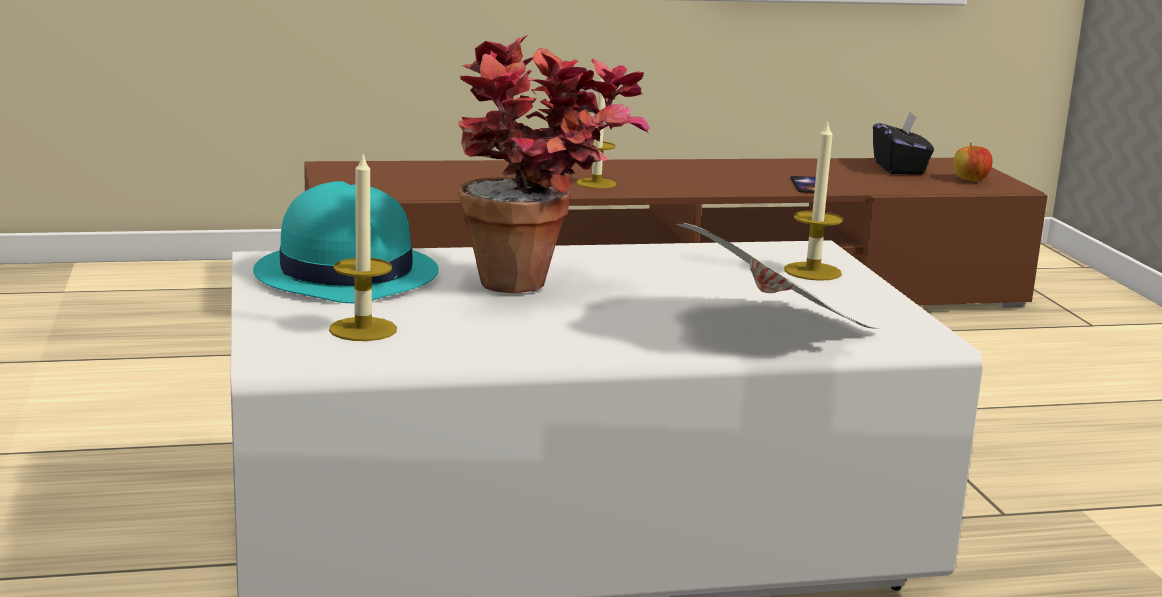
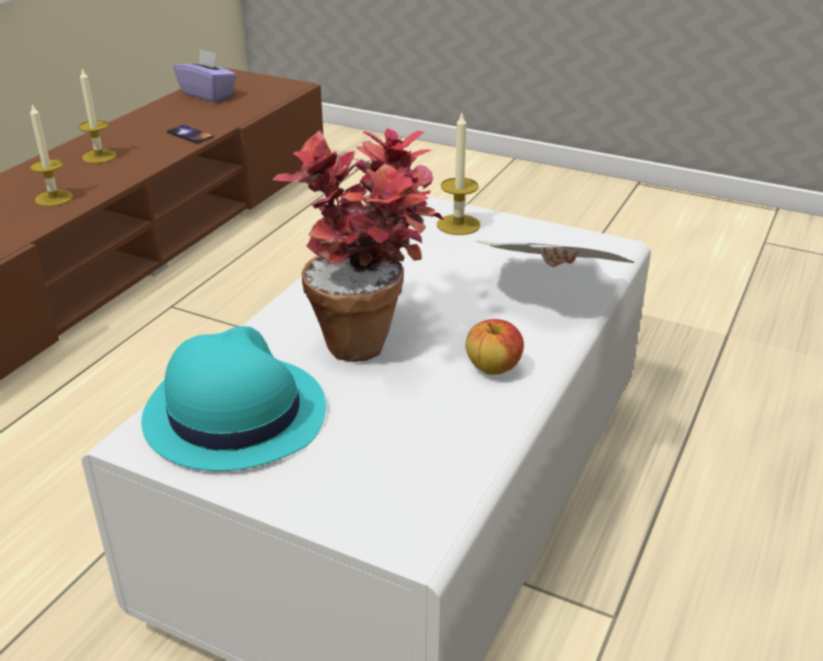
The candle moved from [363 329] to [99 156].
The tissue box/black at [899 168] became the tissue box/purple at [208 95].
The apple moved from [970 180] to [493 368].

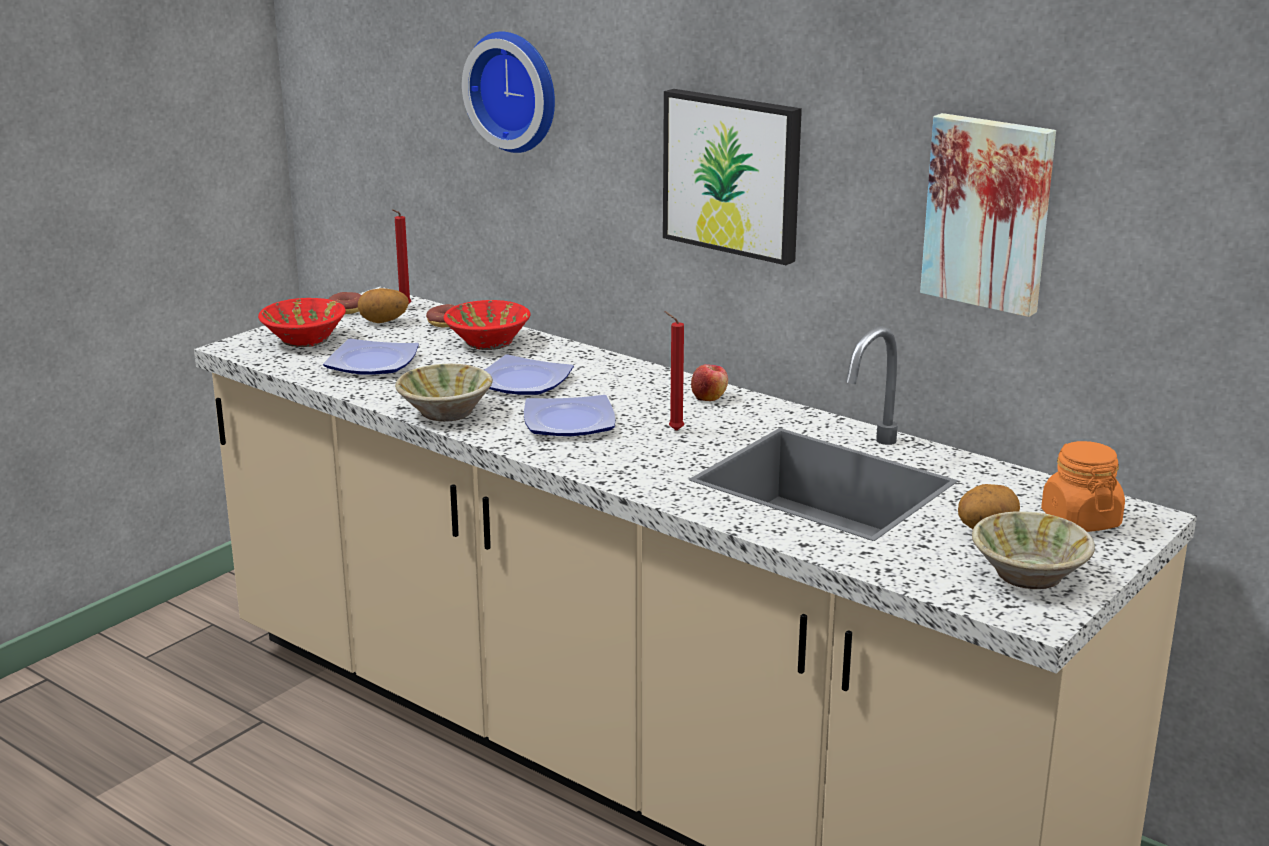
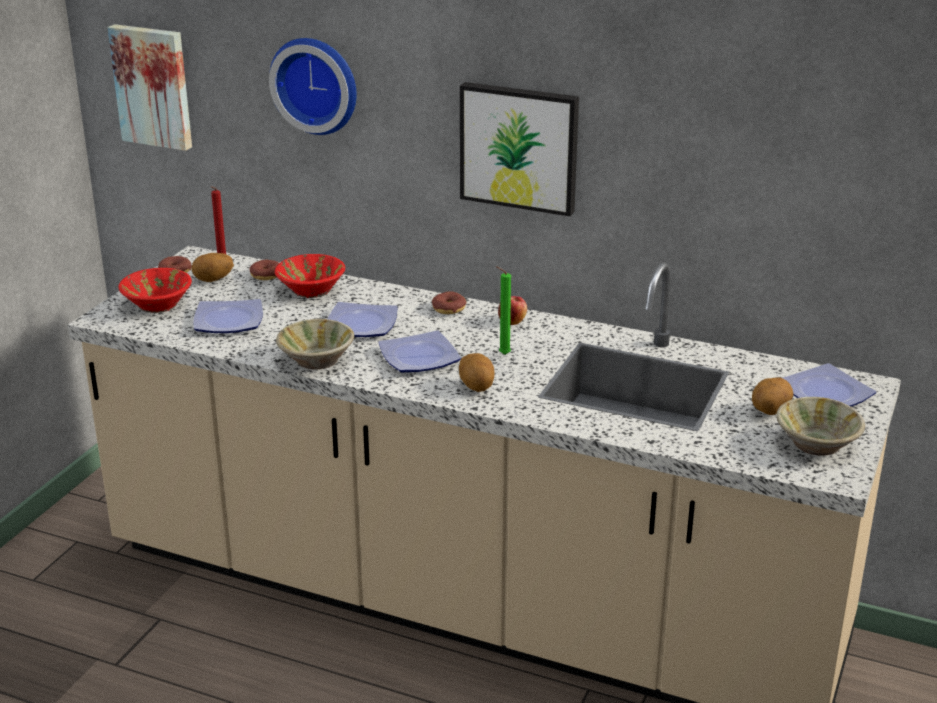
The candle/red at [673 430] became the candle/green at [502 354].
The picture moved from [989 212] to [153 86].
The jar/orange at [1080 520] was replaced by the plate at [828 394].
The donut at [449 308] appeared.
The potato at [477 387] appeared.

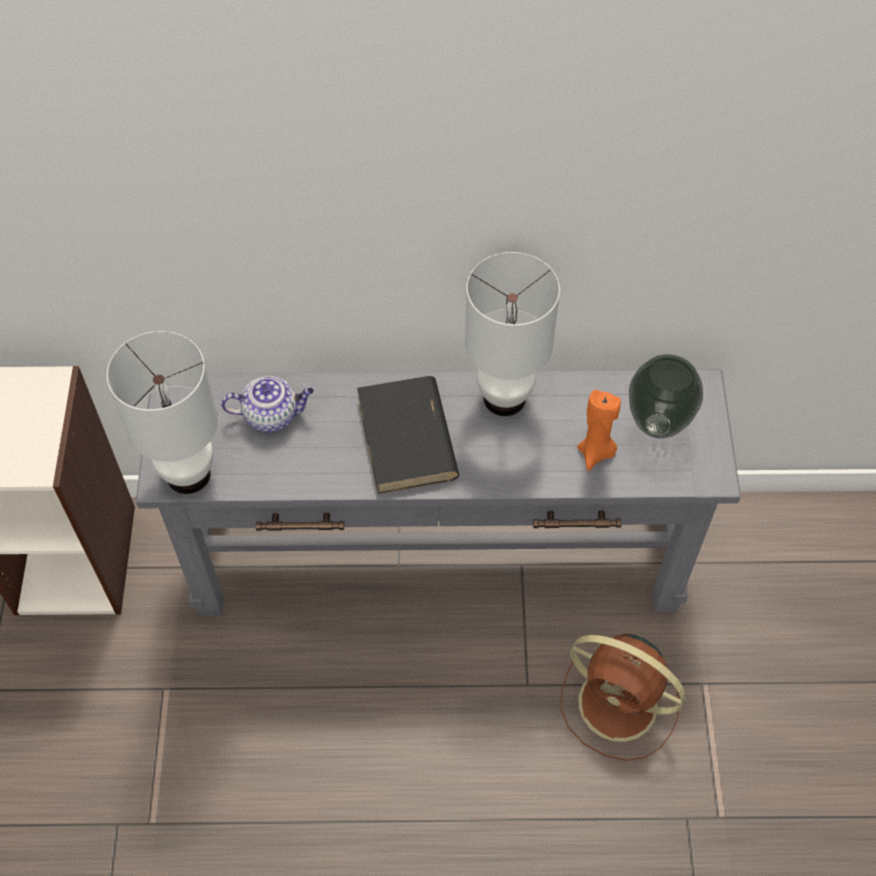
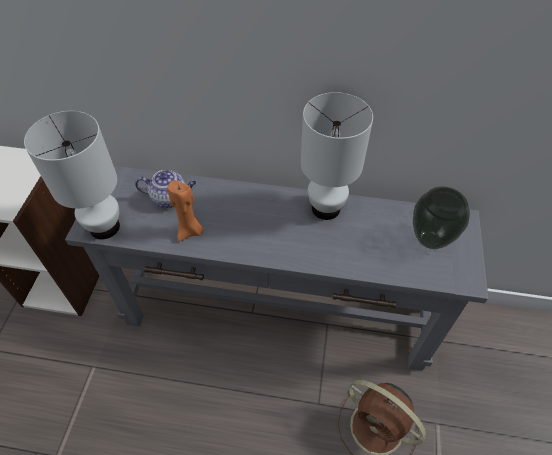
The book/black at [407 439] disappeared.
The candle/orange moved from [596 453] to [190 231].

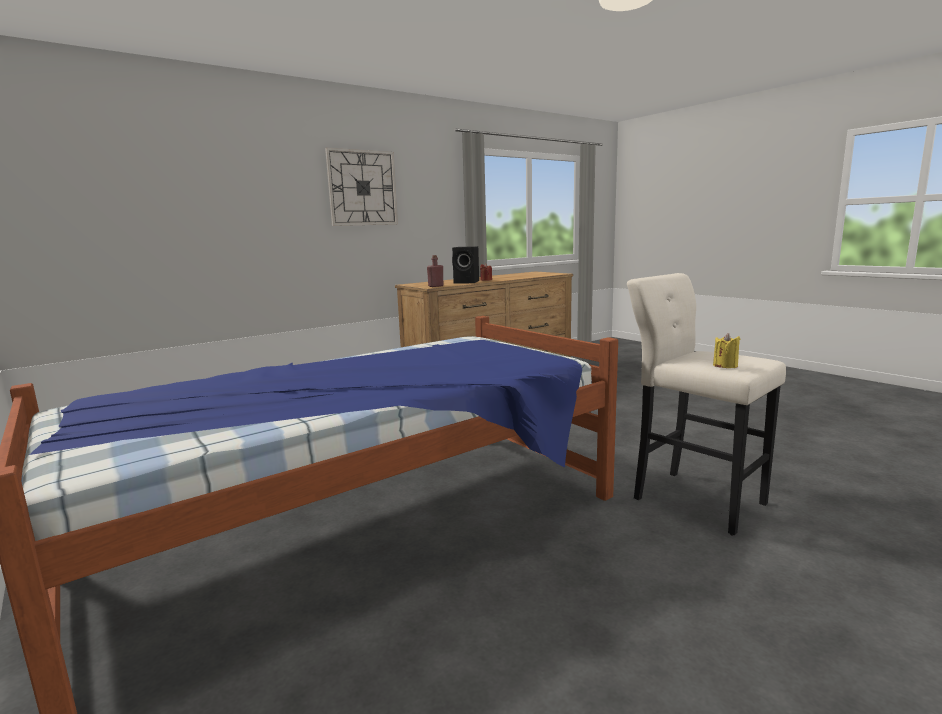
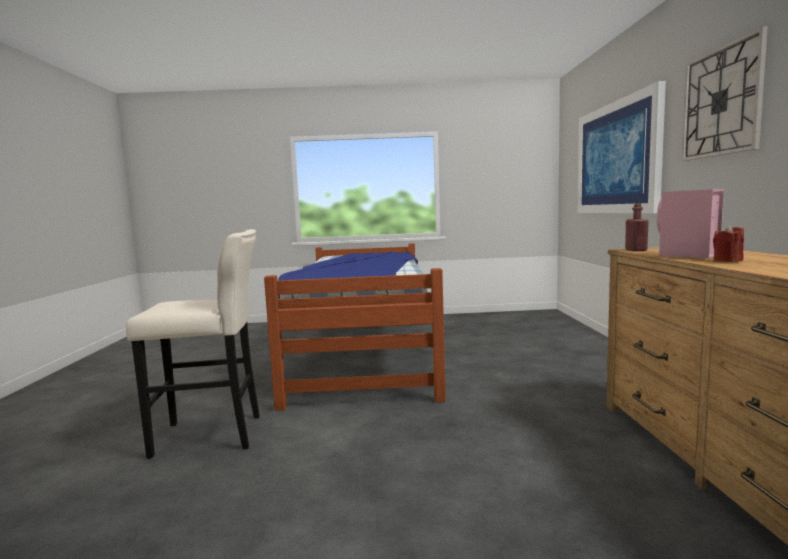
The speaker/black at [467 282] became the speaker/pink at [687 256].
The candle/yellow at [725 366] disappeared.
The picture at [616 158] appeared.

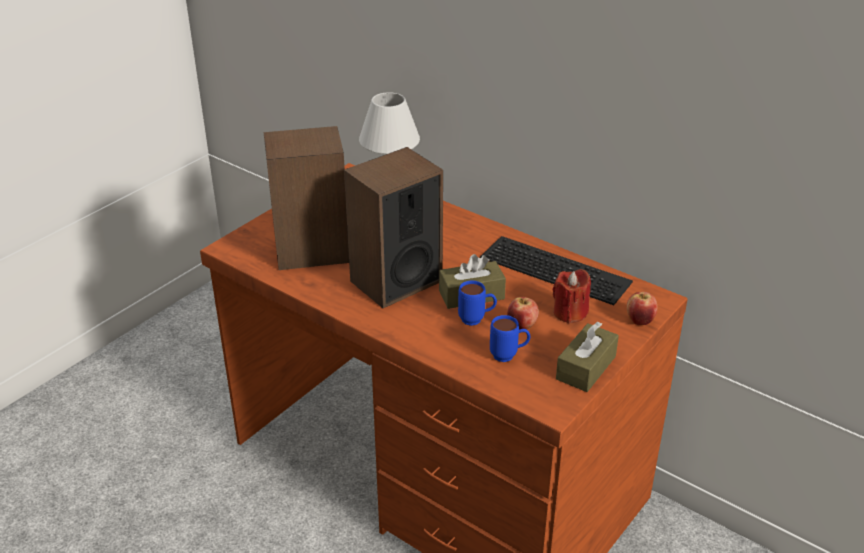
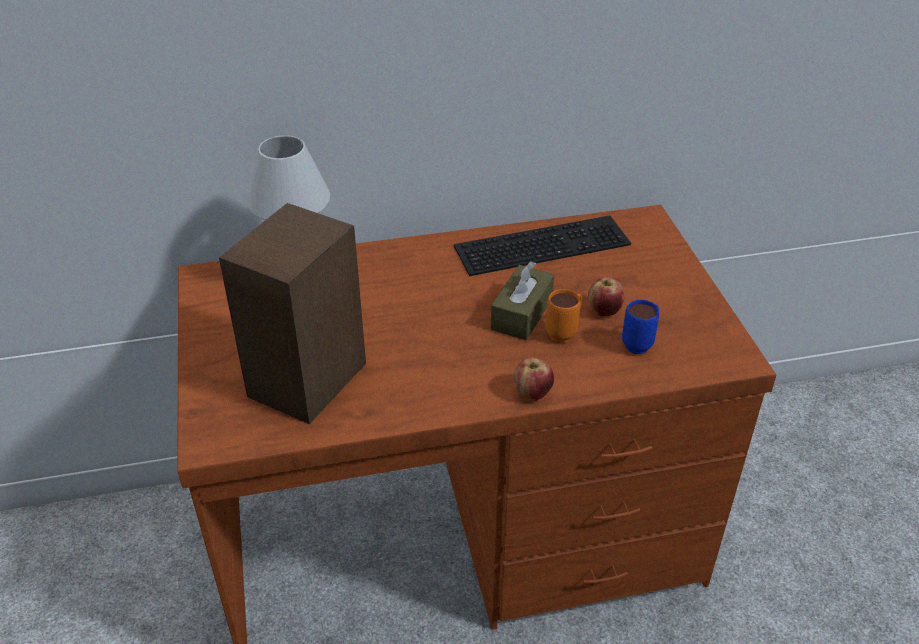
The speaker at [395 281] disappeared.
The mug/blue at [476 320] became the mug/orange at [565 332].
The candle/red at [570 313] disappeared.
The tissue box/brown at [586 368] disappeared.
The apple moved from [640 321] to [532 393].

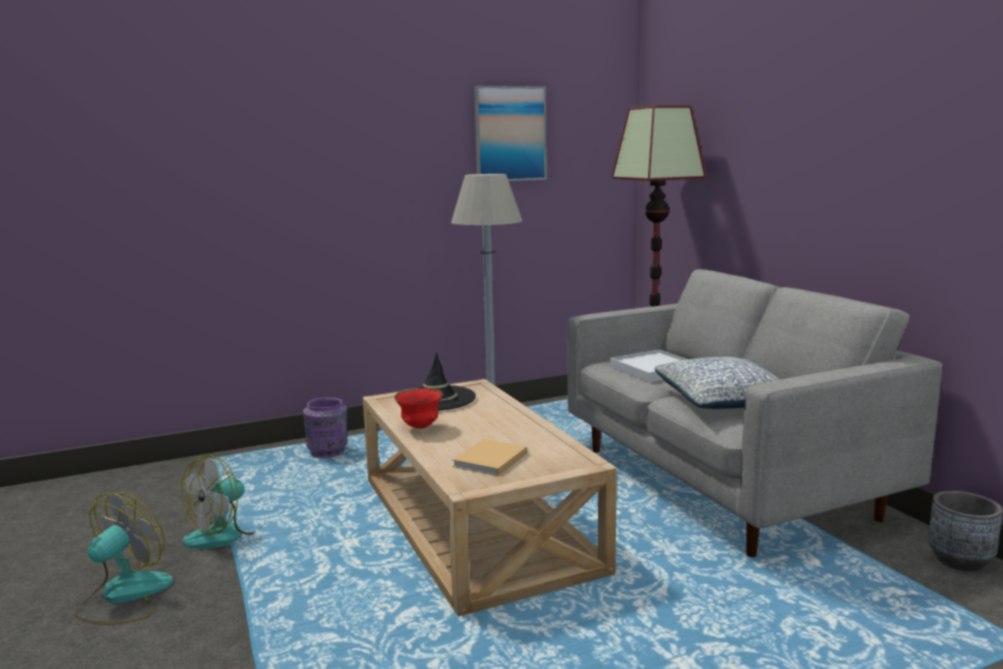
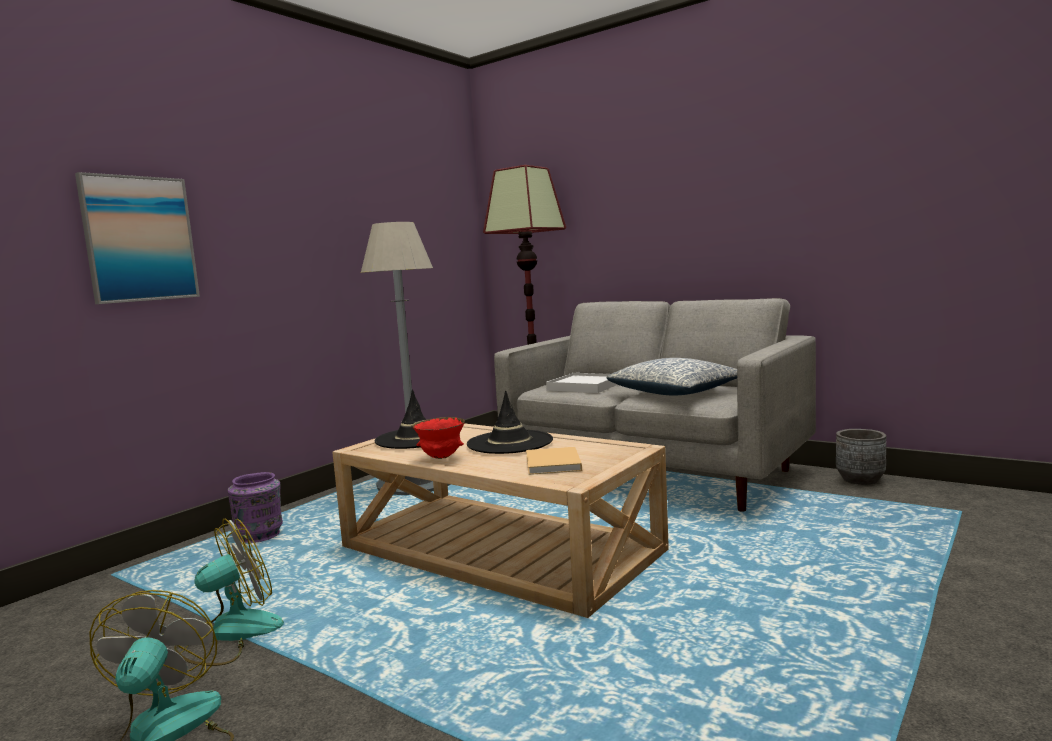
The fan at [226 533] turned 135 degrees counterclockwise.
The picture moved from [510 134] to [139 239].
The hat/black at [509 442] appeared.

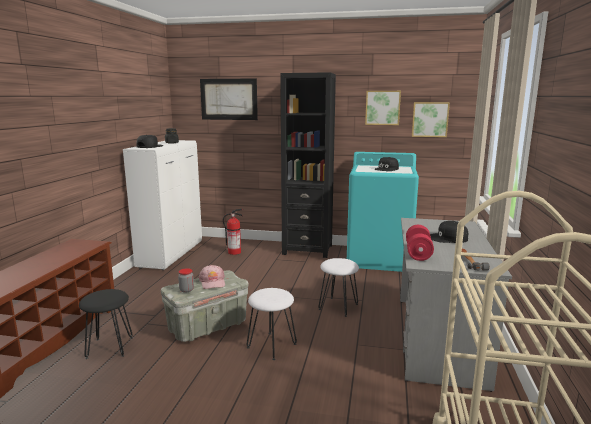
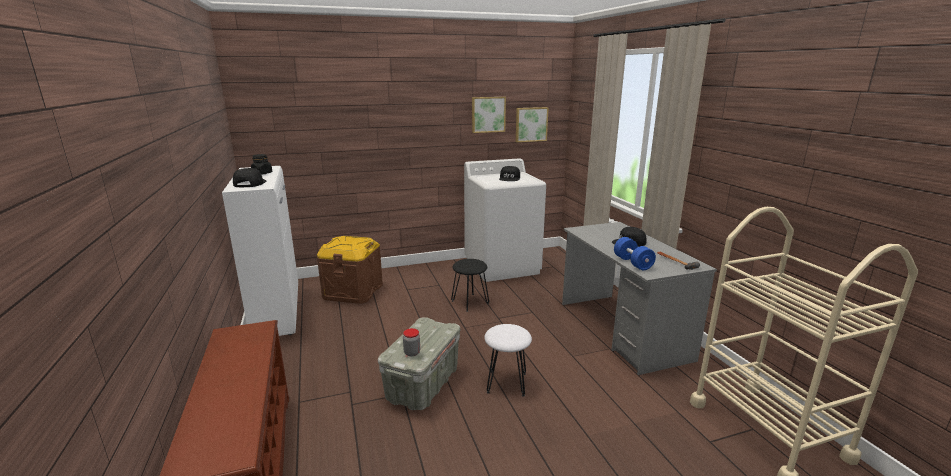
The stool/black moved from [109 347] to [469 302].
The cap/pink at [212 282] disappeared.
The picture at [228 99] disappeared.
The fire extinguisher at [235 252] was replaced by the storage box/brown at [353 291].
The bookcase/black at [307 249] disappeared.
The stool/white at [338 306] disappeared.
The washing machine/turquoise at [379 259] became the washing machine/white at [502 266].
The dumbbell/red at [418 253] became the dumbbell/blue at [632 263].

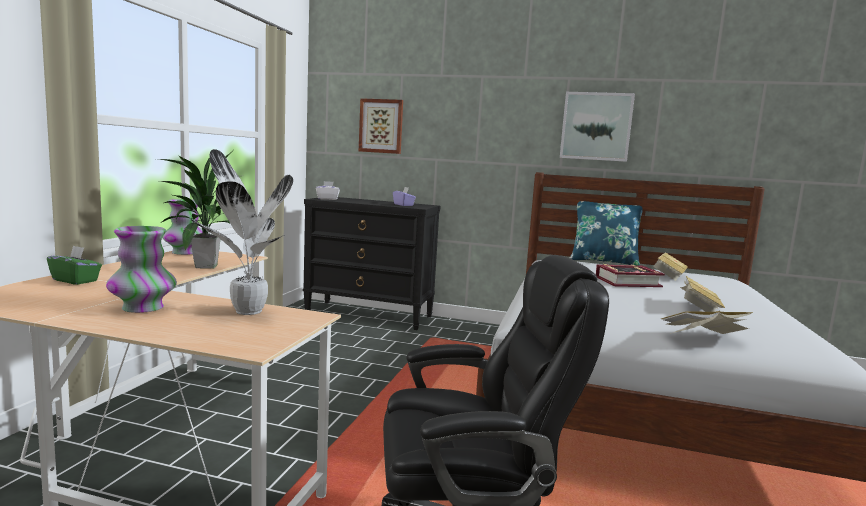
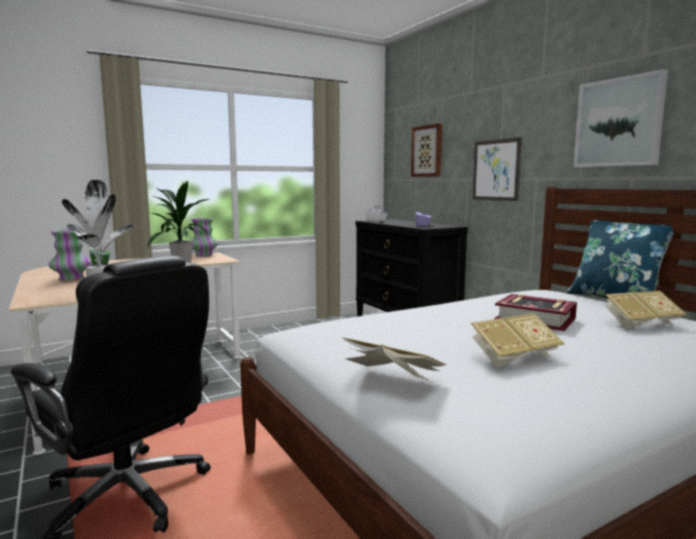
The picture at [496 170] appeared.

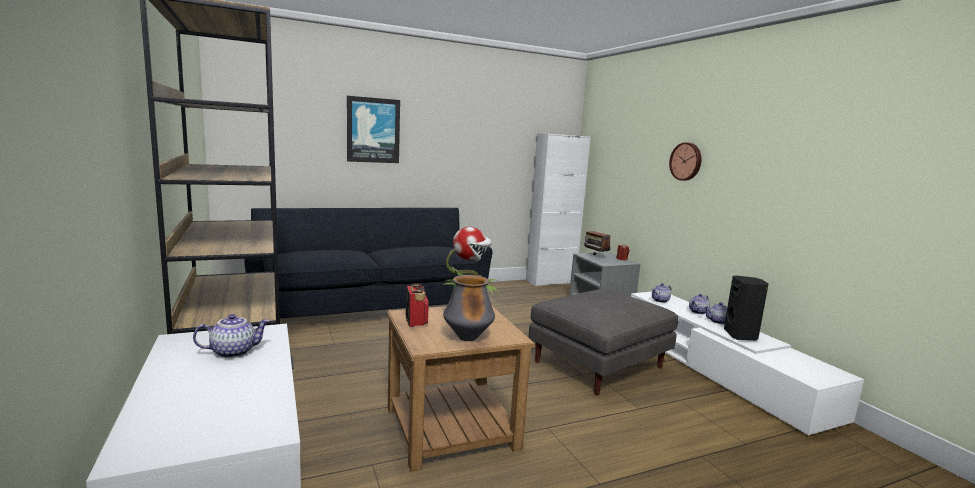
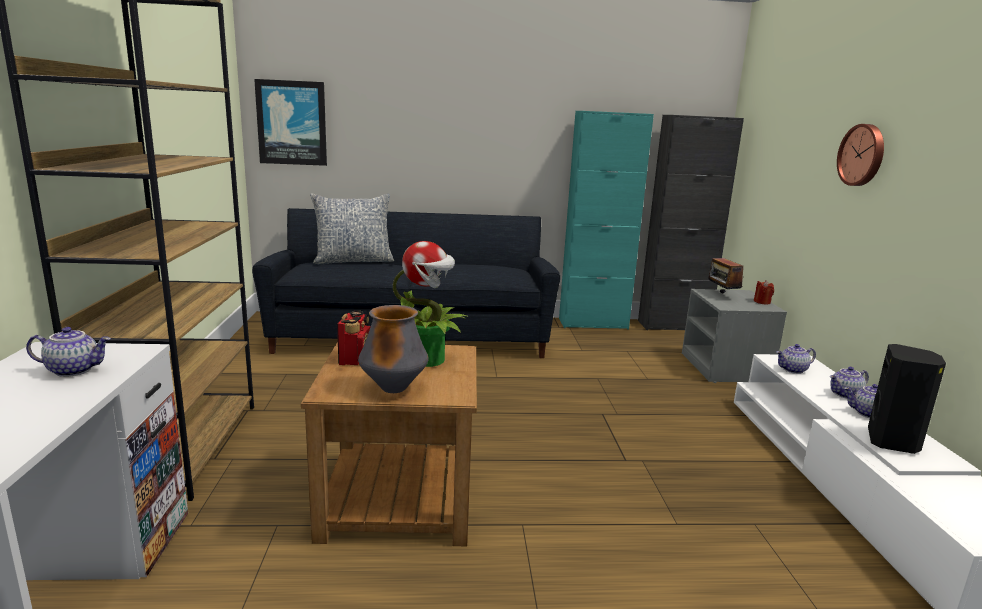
The picture moved from [373 130] to [292 123].
The cabinet/white at [550 282] became the cabinet/black at [673 325].
The ottoman/grey at [599 364] disappeared.
The pillow at [353 261] appeared.
The cabinet/turquoise at [593 323] appeared.

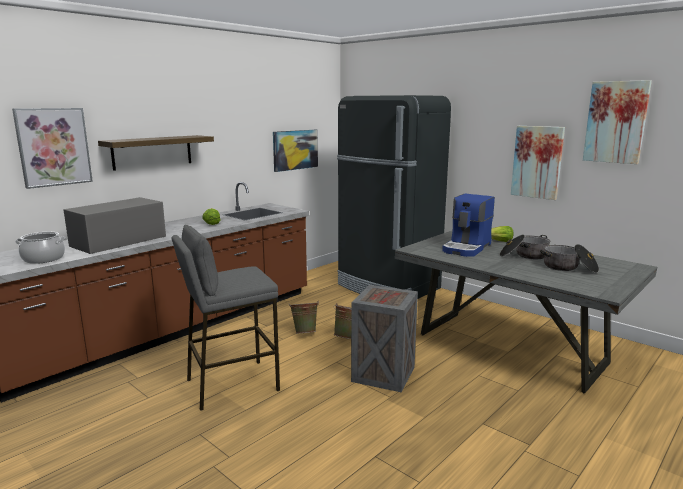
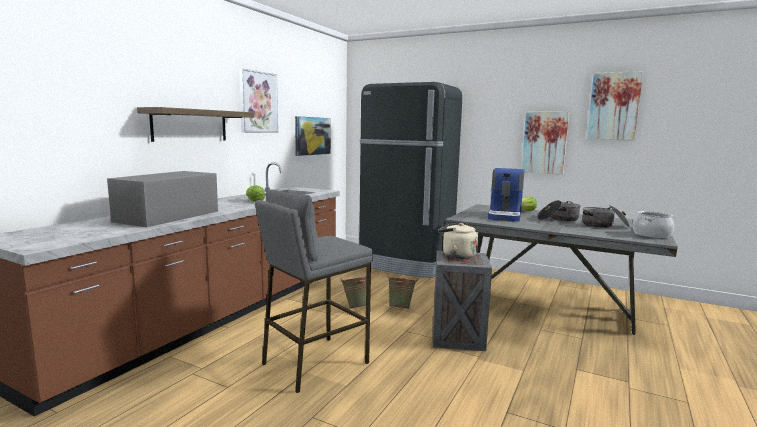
The picture moved from [53 147] to [258 102].
The cooking pot moved from [43 259] to [652 235].
The kettle/beige at [456 255] appeared.

